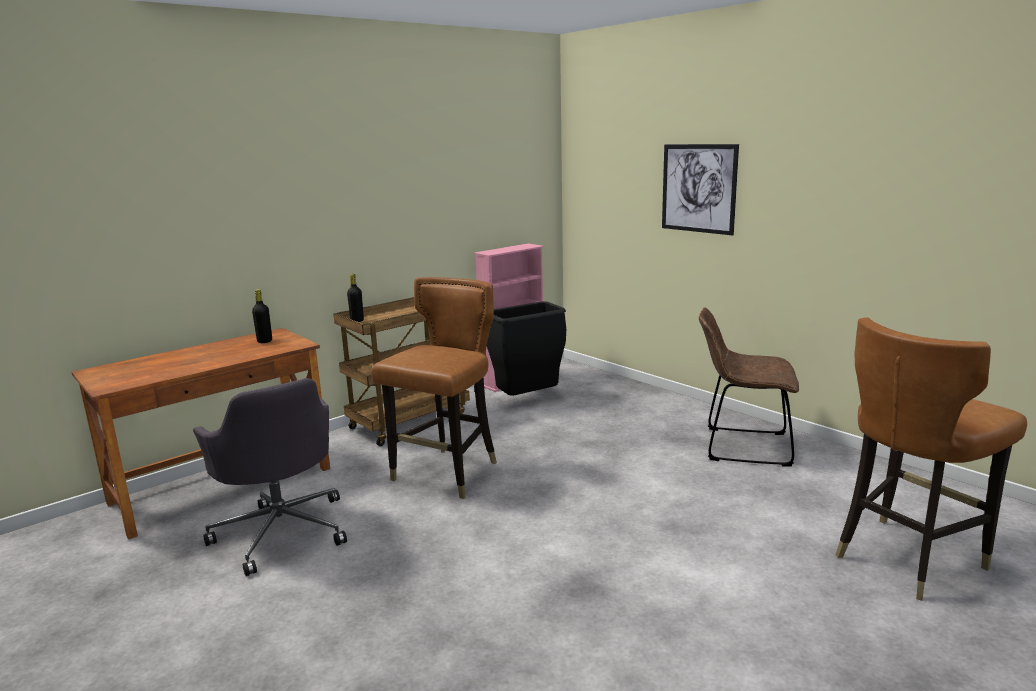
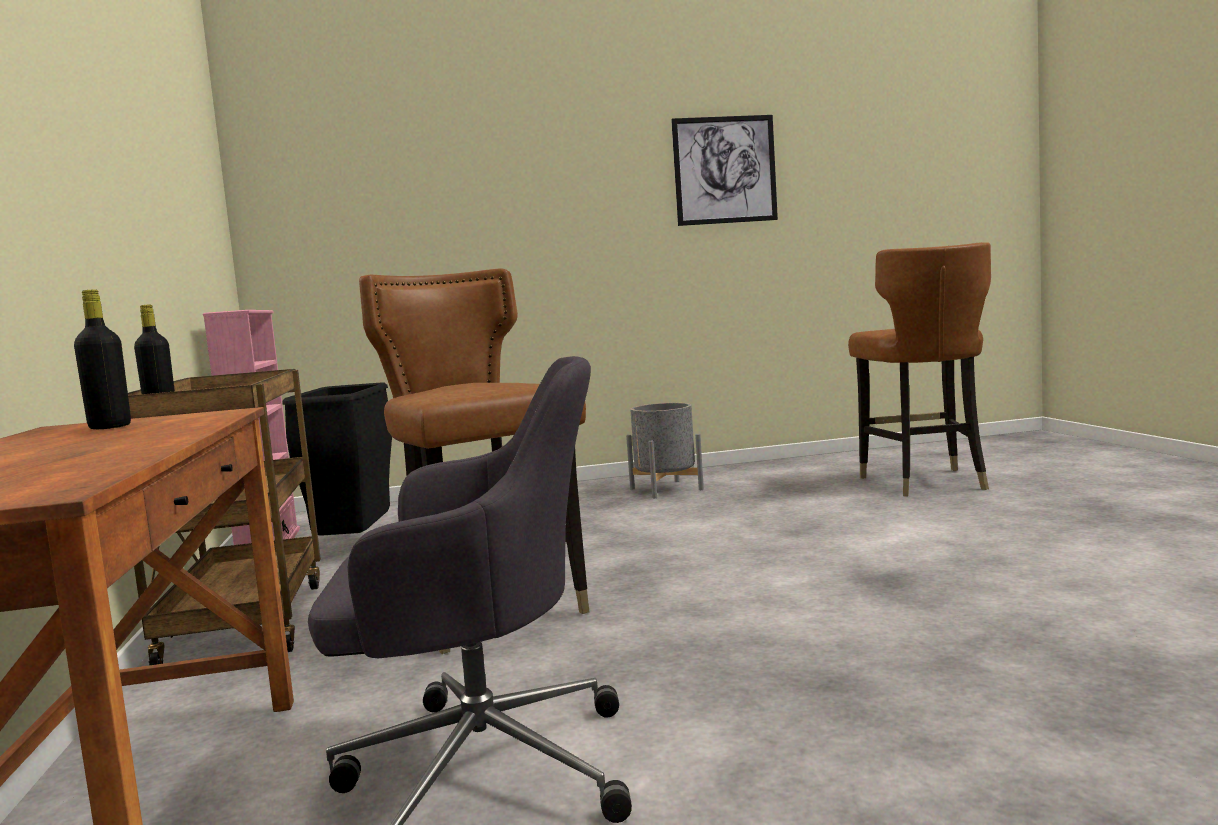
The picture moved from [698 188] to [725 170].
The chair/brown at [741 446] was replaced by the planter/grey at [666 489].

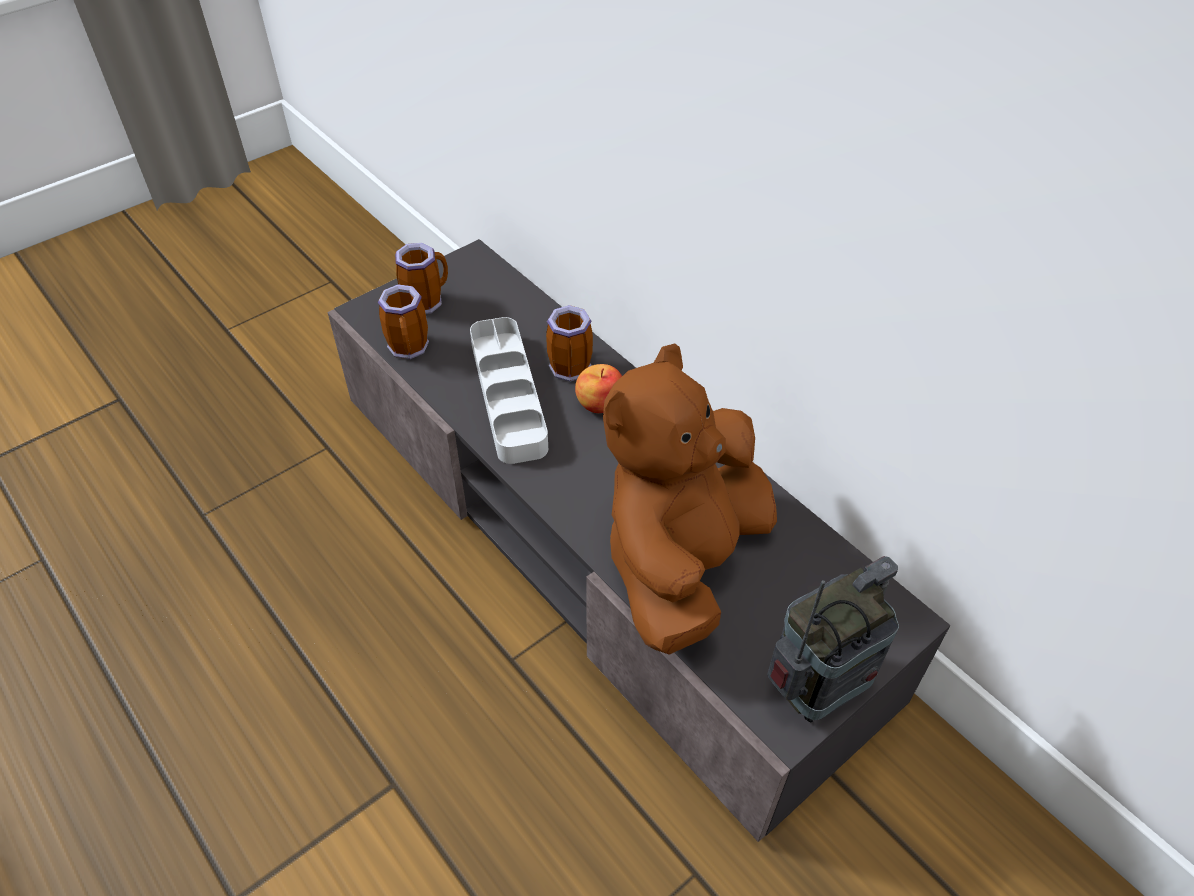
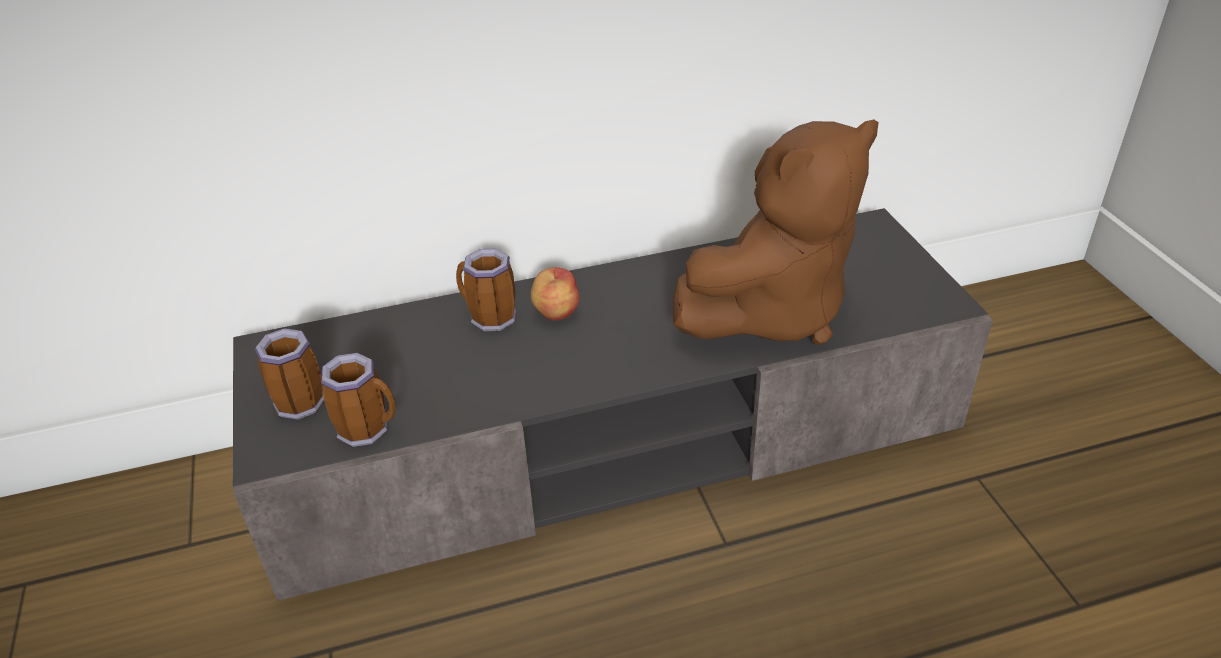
The tray/grey at [508 395] disappeared.
The plush toy/brown at [681 561] turned 90 degrees counterclockwise.
The radio at [816 690] disappeared.

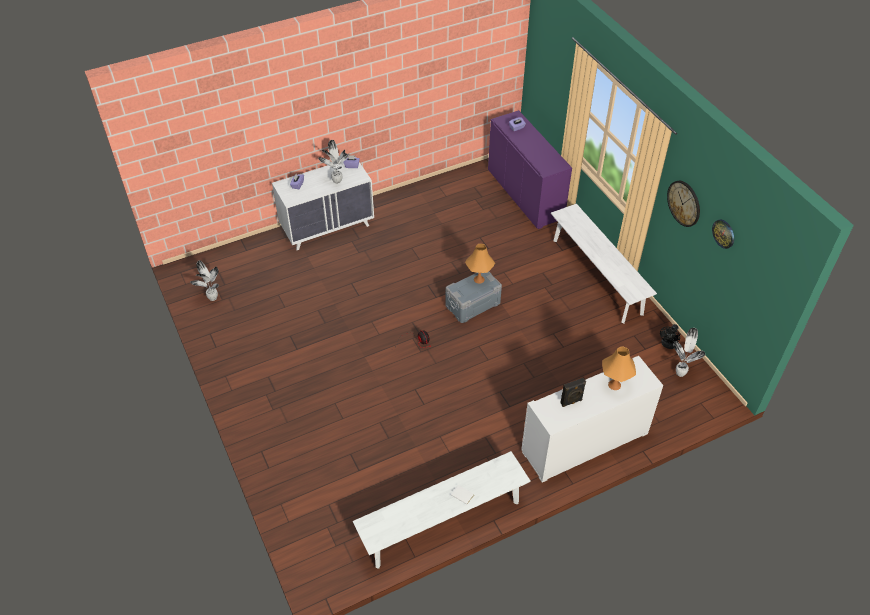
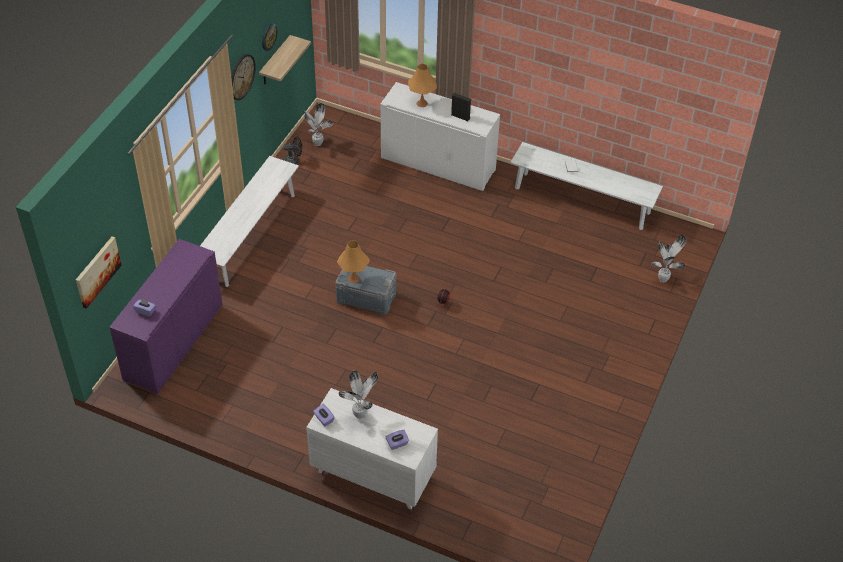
The potted plant moved from [212 298] to [664 279].
The picture at [97 271] appeared.
The shelf at [275 61] appeared.

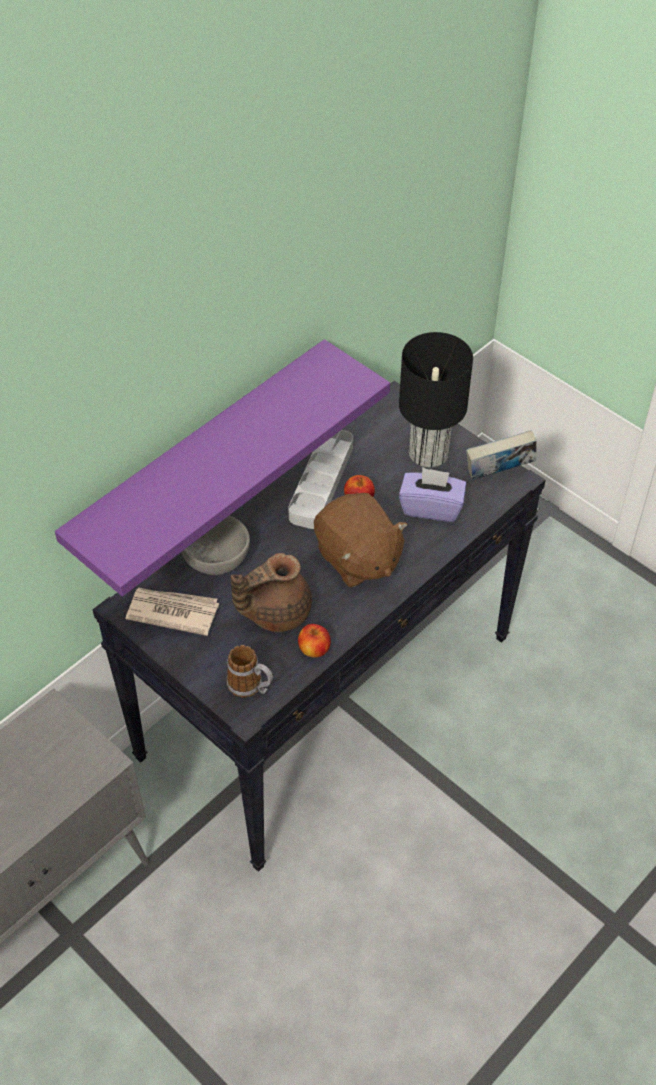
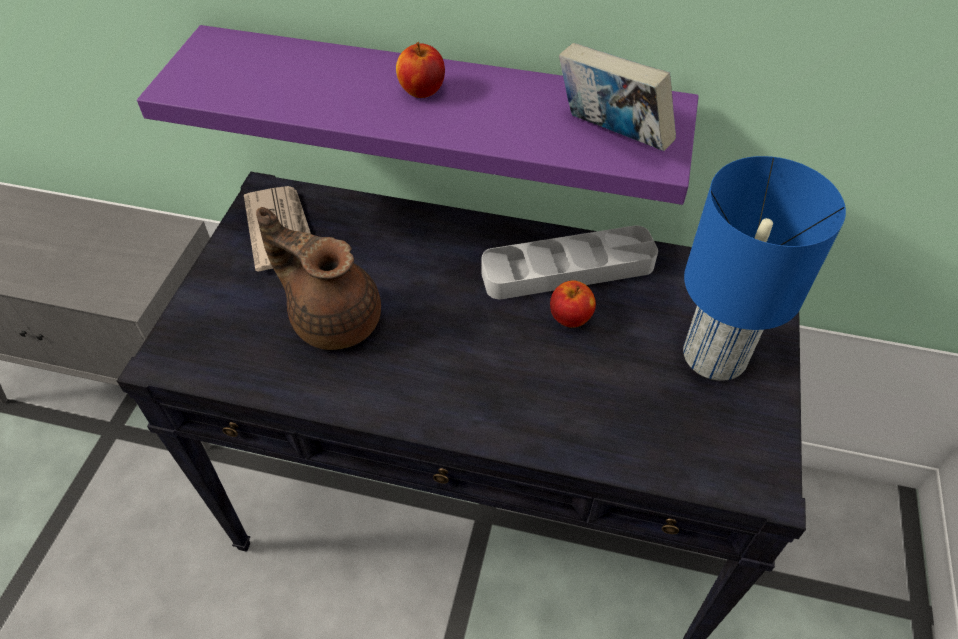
The bowl/grey at [215 560] disappeared.
The mug at [251 687] disappeared.
The apple moved from [314 650] to [421 91].
The plush toy/brown at [357 558] disappeared.
The table lamp/black at [427 453] became the table lamp/blue at [713 354].
The tissue box/purple at [431 507] disappeared.
The book moved from [498 474] to [610 136].

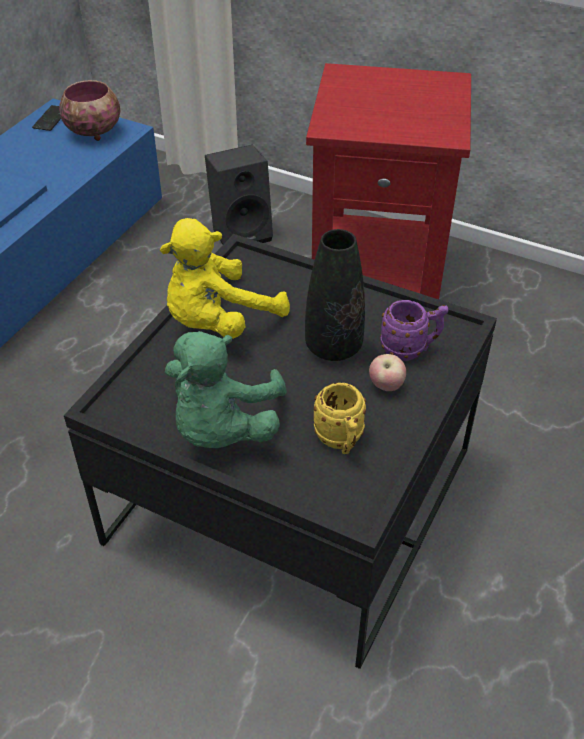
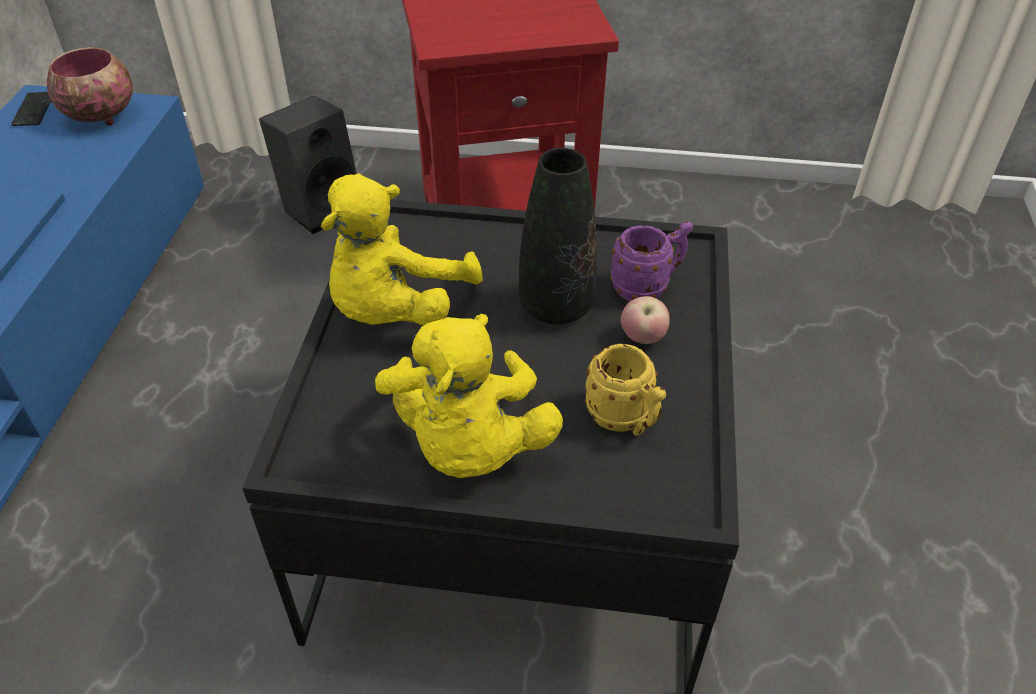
The plush toy/green at [222 428] became the plush toy/yellow at [468 445].

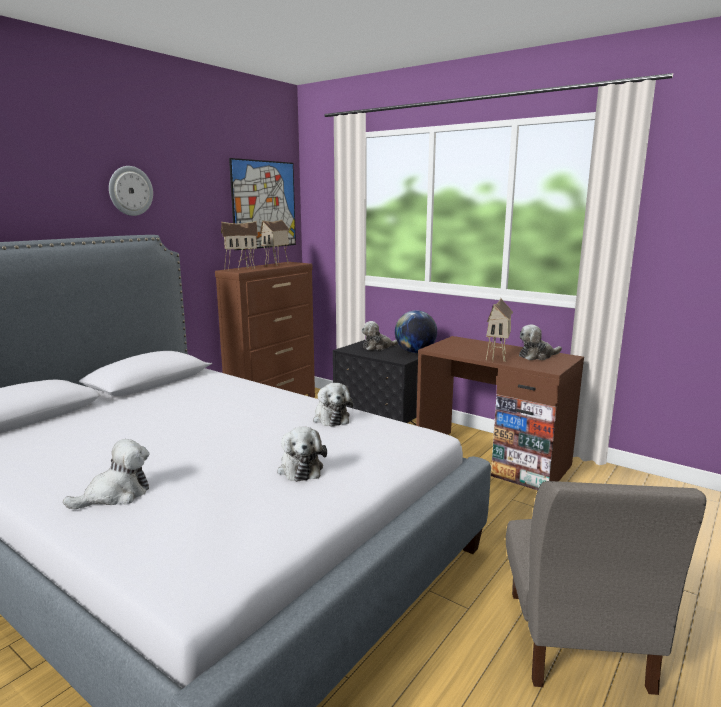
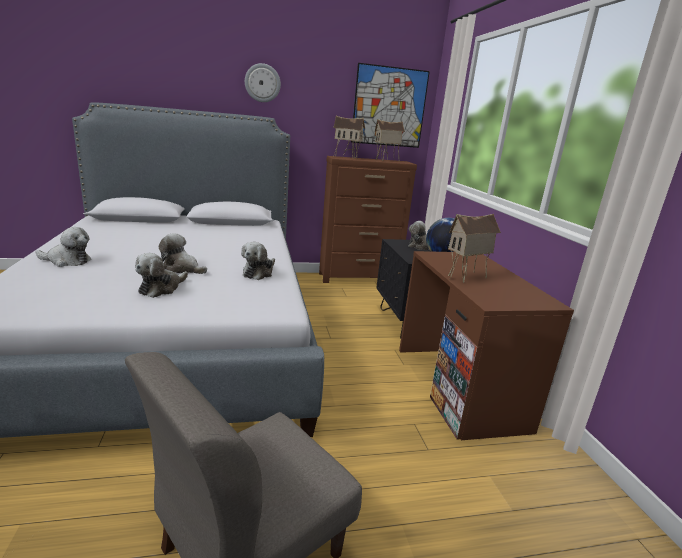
The plush toy moved from [537 356] to [182 269].

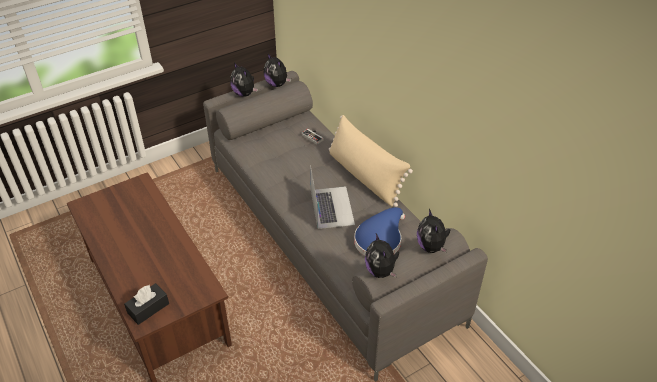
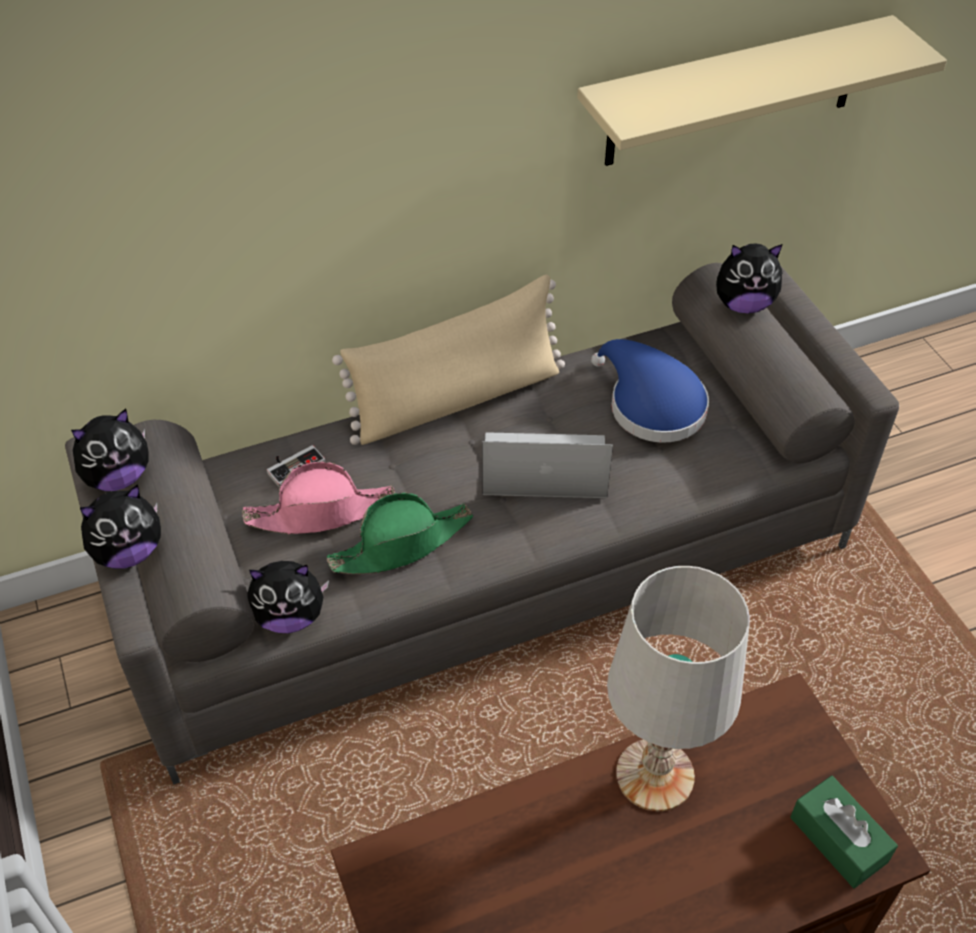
The tissue box/black at [148 308] became the tissue box/green at [838 839].
The plush toy moved from [381 271] to [290 616].
The hat/pink at [321 512] appeared.
The hat/green at [402 544] appeared.
The shelf/beige at [733 92] appeared.
The table lamp/white at [655 774] appeared.

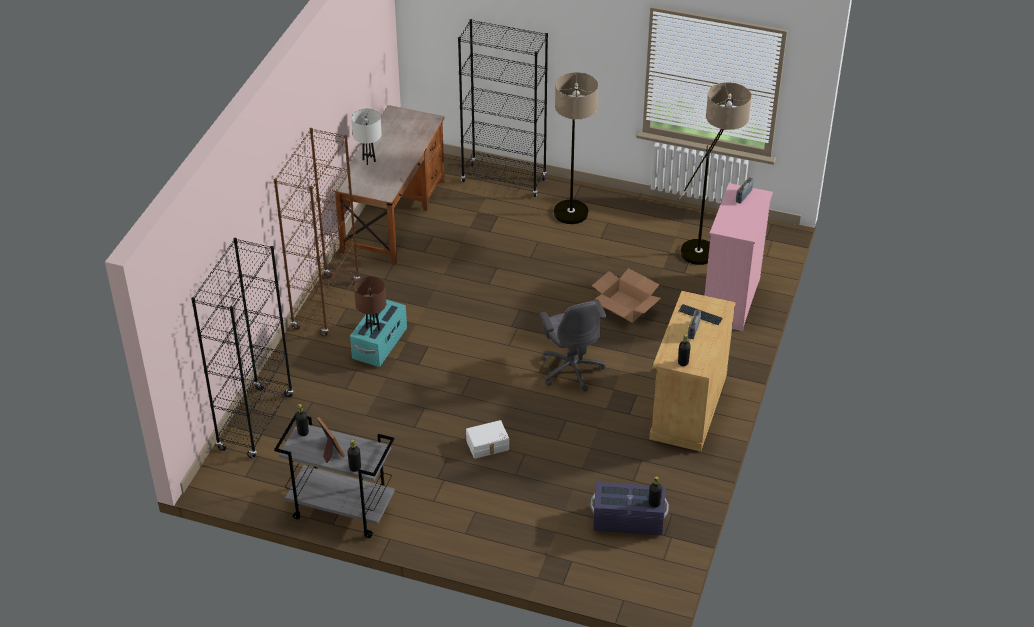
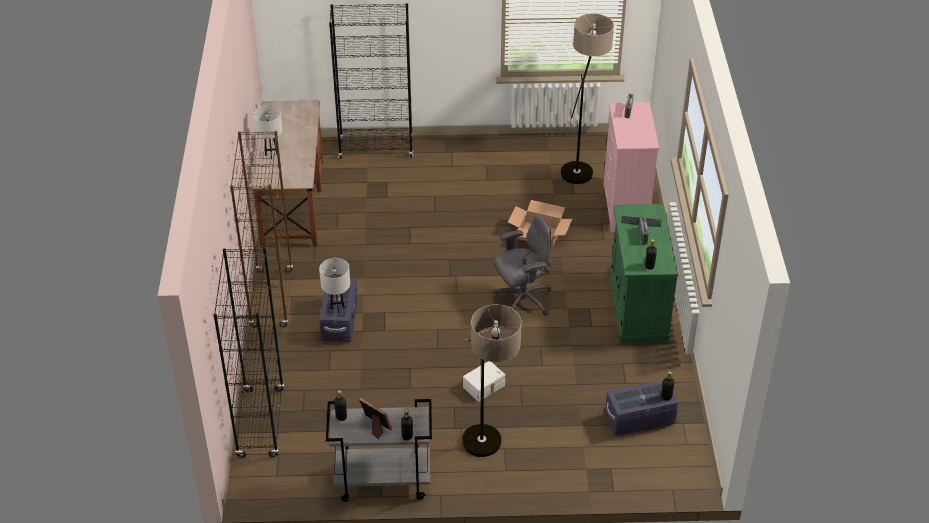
The storage box/turquoise at [380 344] became the storage box/purple at [340 321].
The table lamp/brown at [372 329] became the table lamp/white at [337 308].
The office chair/grey at [571 369] turned 75 degrees counterclockwise.
The floor lamp moved from [571 222] to [487 453].
The cabinet/beige at [688 407] became the cabinet/green at [637 307].

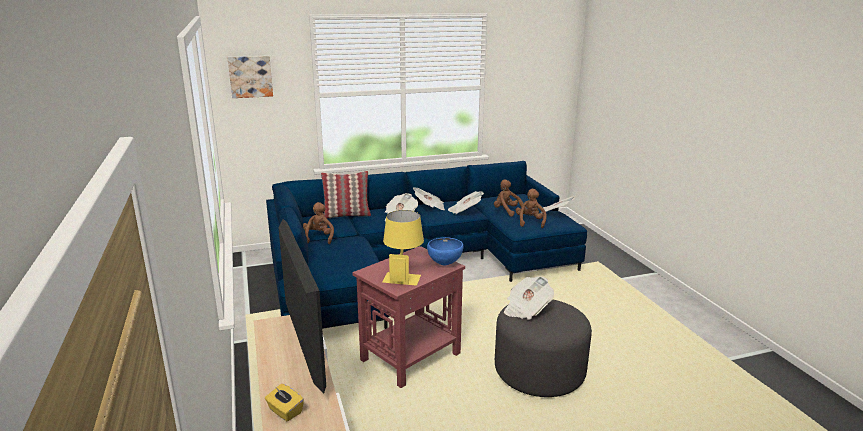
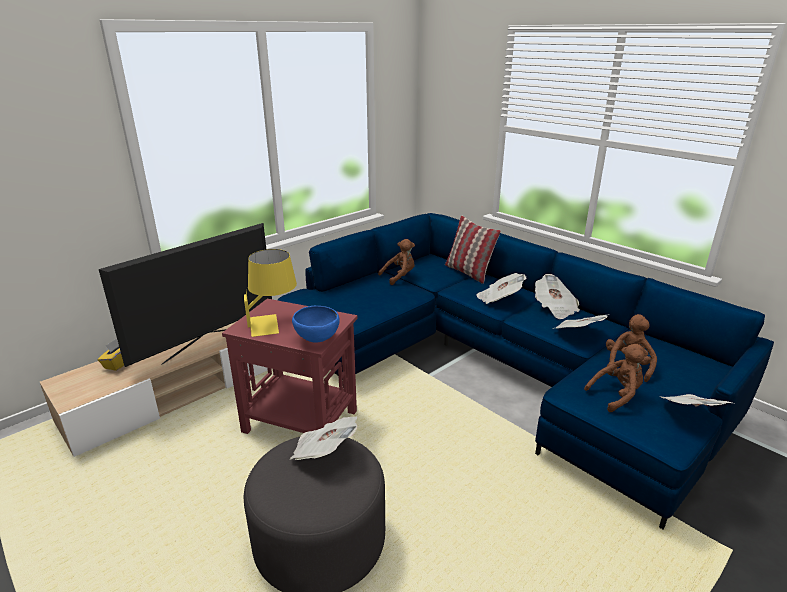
The picture at [250 76] disappeared.

